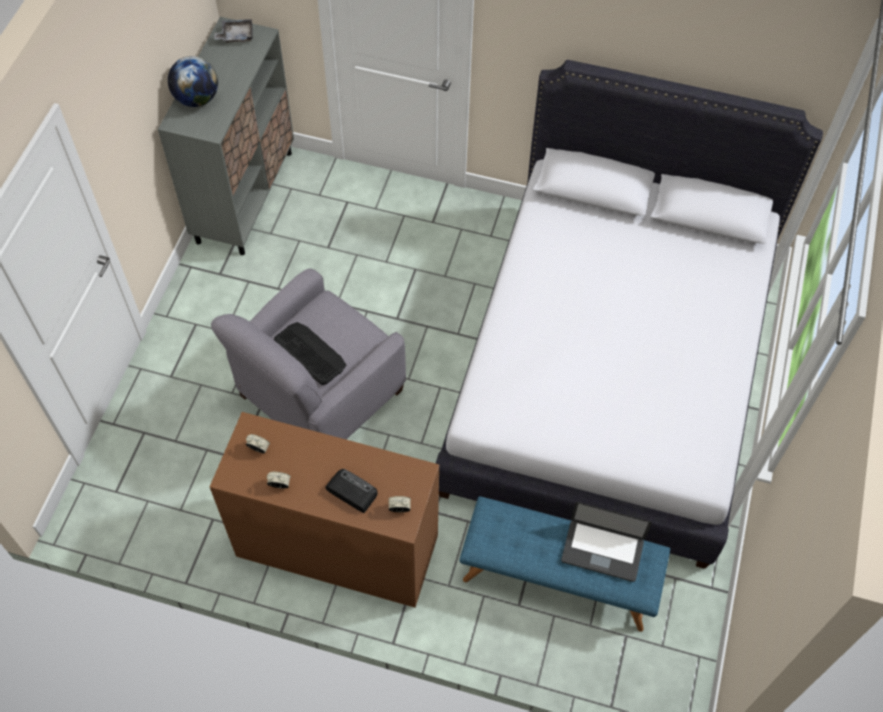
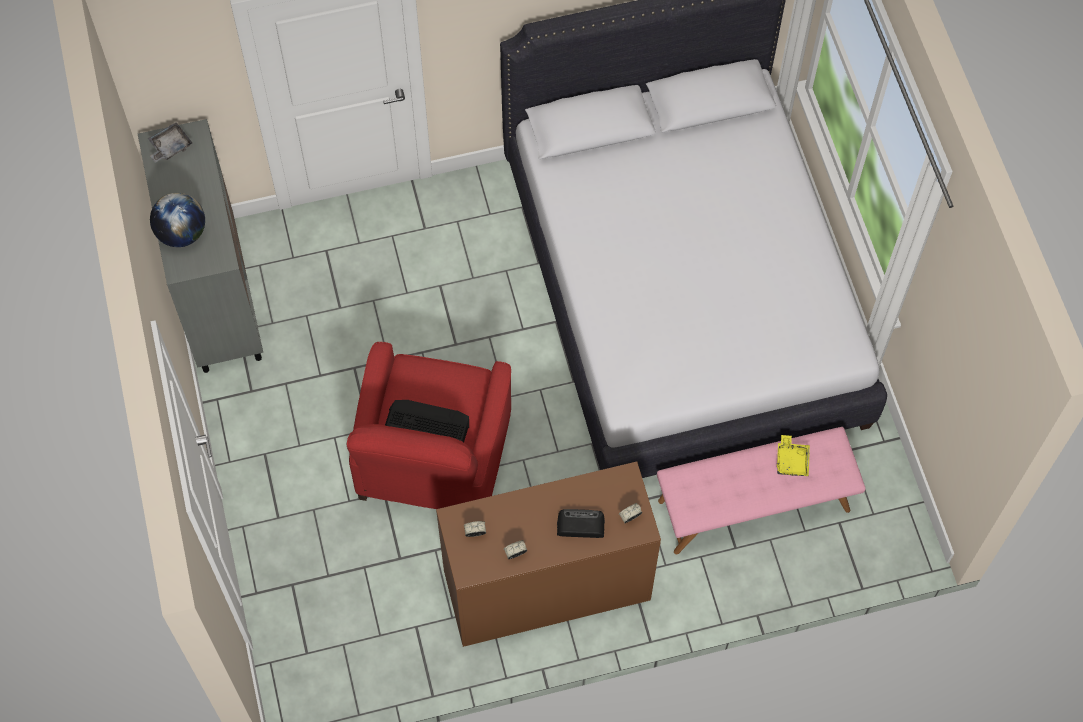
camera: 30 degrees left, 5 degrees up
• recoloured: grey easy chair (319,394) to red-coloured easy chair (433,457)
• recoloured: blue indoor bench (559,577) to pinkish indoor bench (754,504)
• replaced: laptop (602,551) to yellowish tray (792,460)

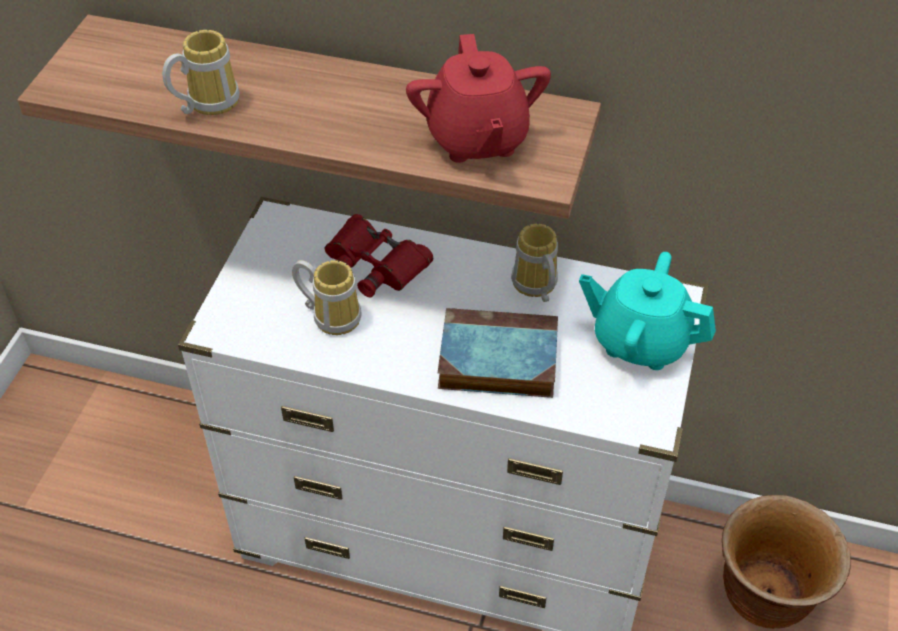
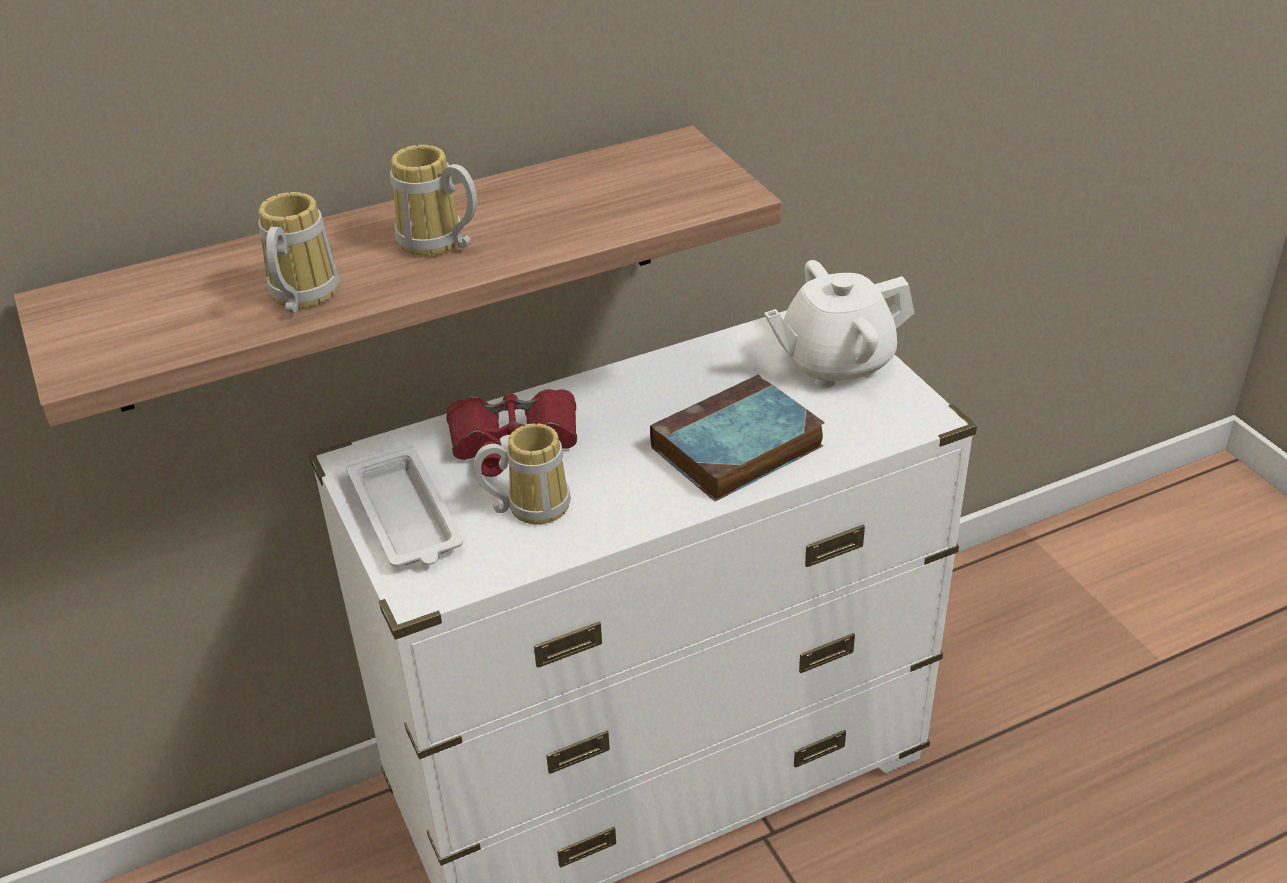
camera: 40 degrees left, 10 degrees down
• removed: red-coloured teapot (477,139)
• moved: coffee mug (534,287) to (436,245)
• recoloured: turquoise teapot (640,341) to whitish teapot (835,363)
• removed: brown planter (765,596)
• added: whitish tray (406,517)

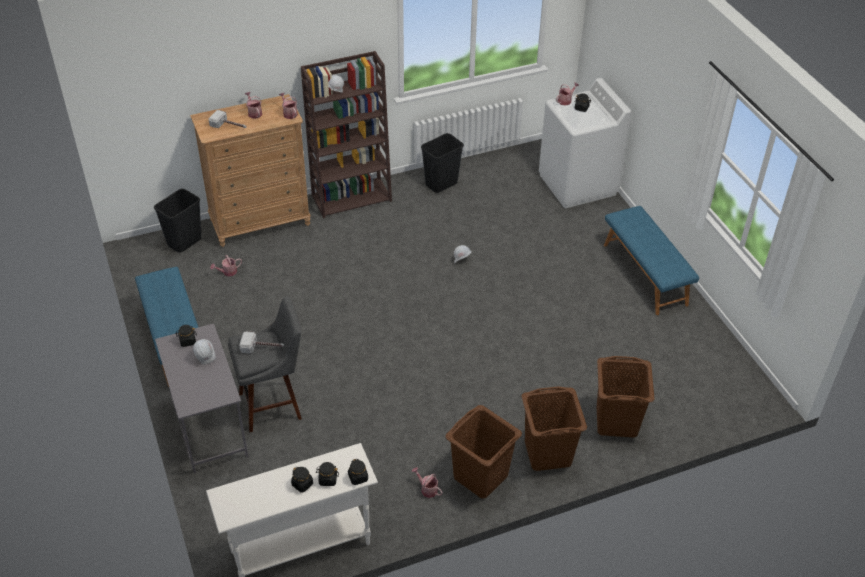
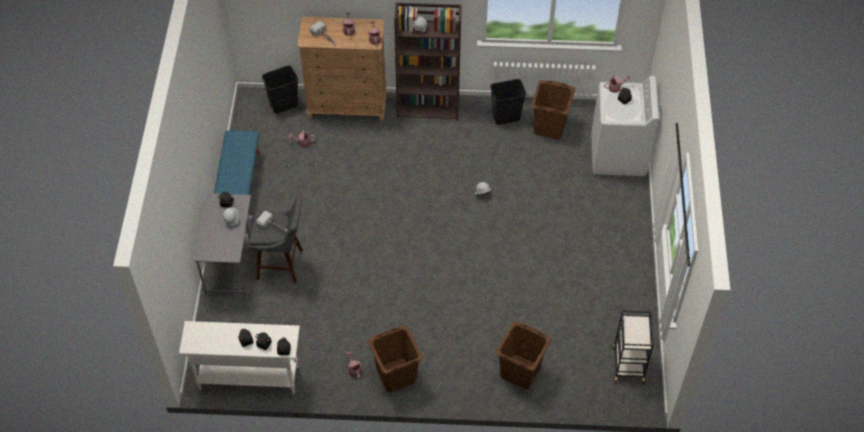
camera: 25 degrees right, 10 degrees up
• moved: brown hamper (548,453) to (550,127)
• removed: blue indoor bench (645,274)
• added: black-coloured cart (628,364)

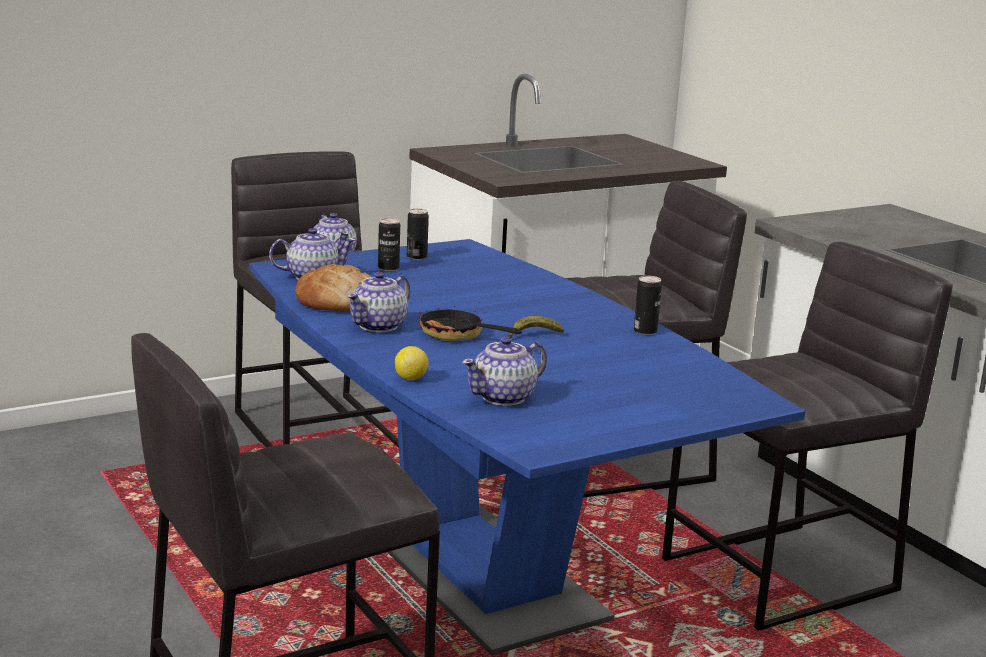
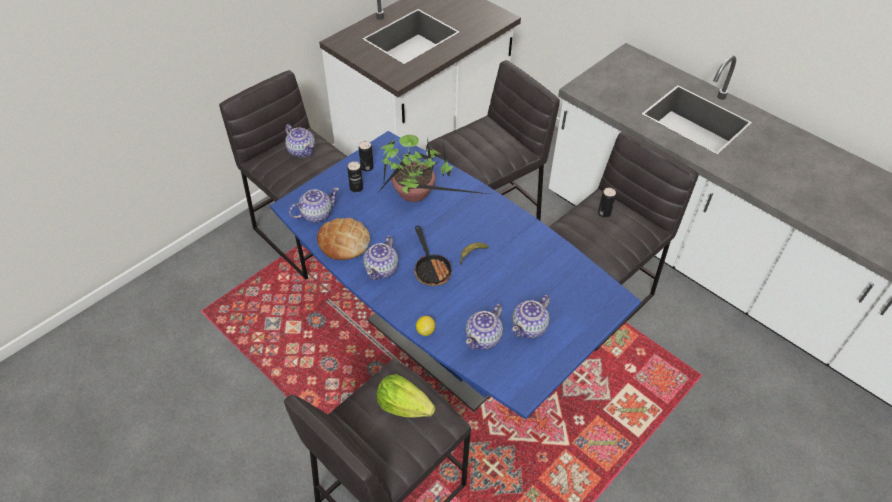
camera: 15 degrees left, 30 degrees up
• turned: pan (458,336) = (431,268) 135 degrees counterclockwise
• moved: can (645,331) to (604,213)
• added: lettuce head (403,406)
• added: plant in a pot (416,195)
• added: teapot (529,327)

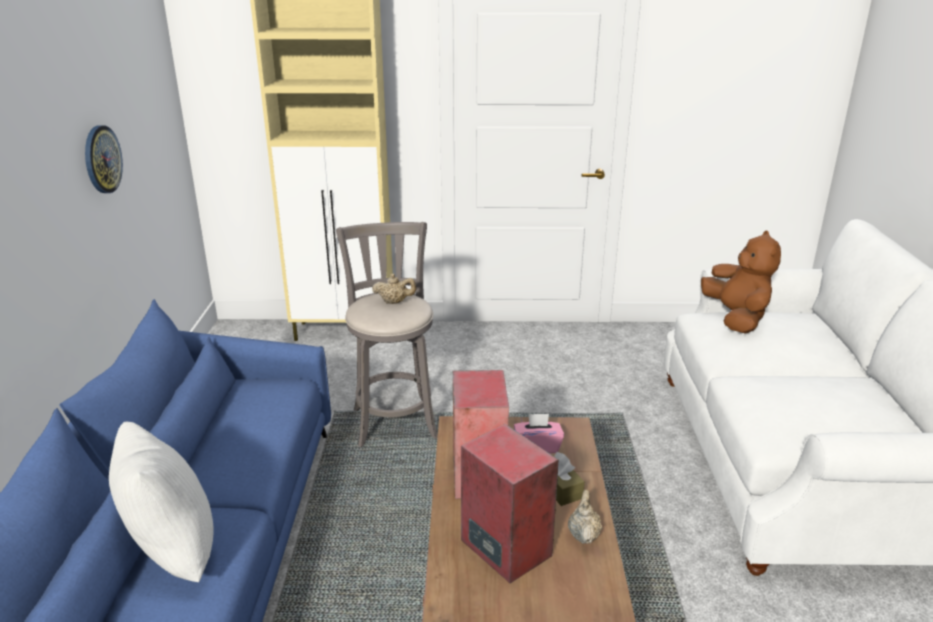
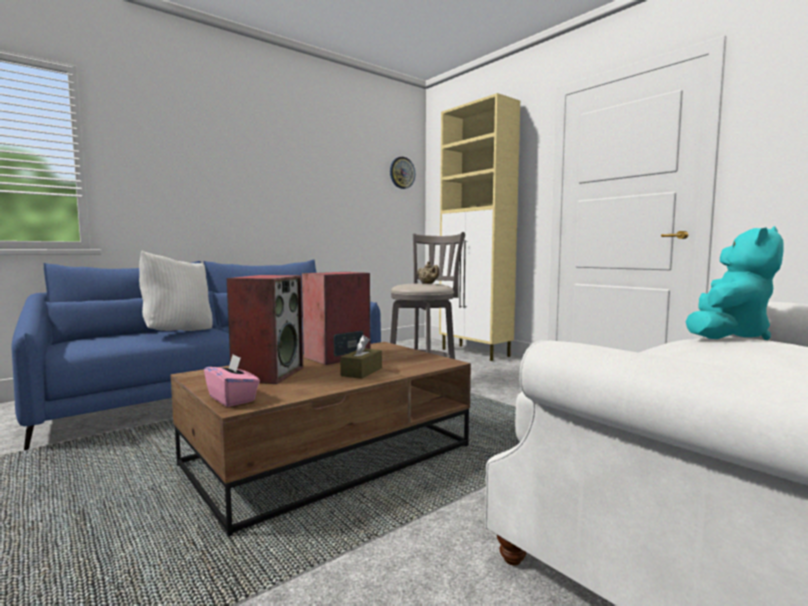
camera: 50 degrees right, 20 degrees down
• moved: clock on the wall (102,159) to (402,173)
• moved: pinkish tissue box (537,446) to (232,399)
• removed: beige teapot (583,535)
• recoloured: brown cuddly toy (736,318) to turquoise cuddly toy (727,336)

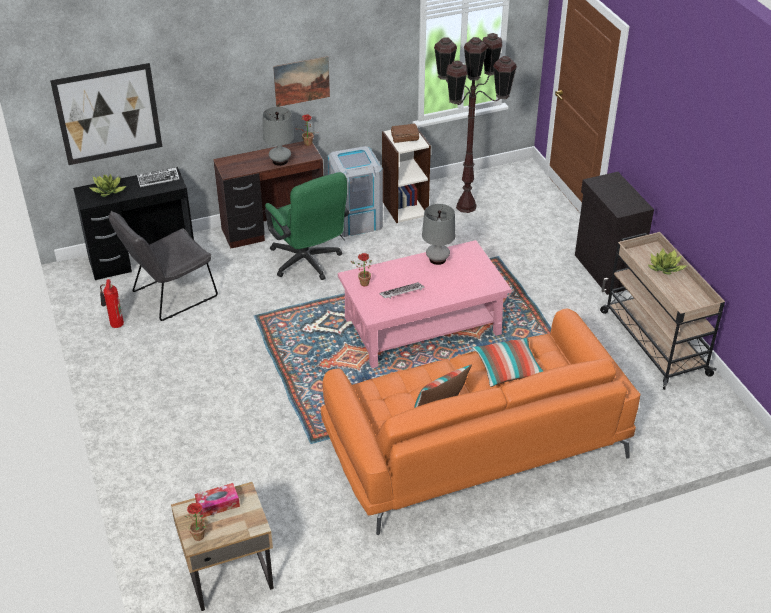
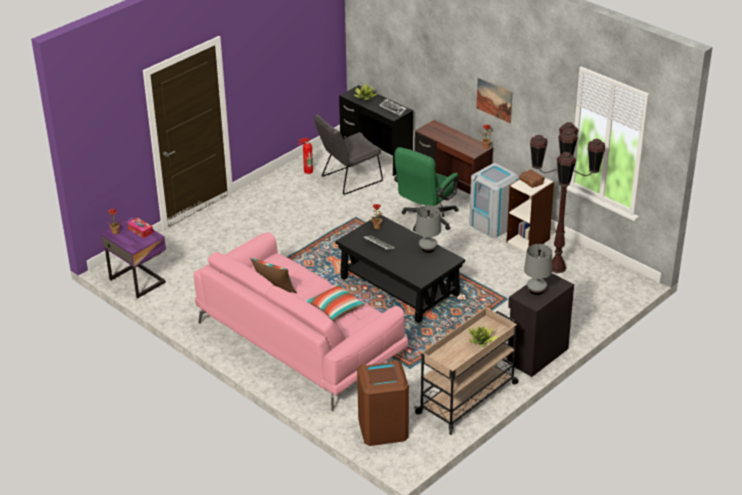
camera: 65 degrees right, 5 degrees down
• removed: wall picture (108,114)
• turned: grey chair (169,296) = (348,180) 60 degrees counterclockwise
• recoloured: beige bedside table (228,575) to purple-coloured bedside table (138,280)
• moved: grey lamp for a table (280,161) to (536,290)
• recoloured: orange couch (474,444) to pinkish couch (299,340)
• recoloured: pinkish low table (422,327) to black-coloured low table (399,286)
• added: brown trash can (383,428)

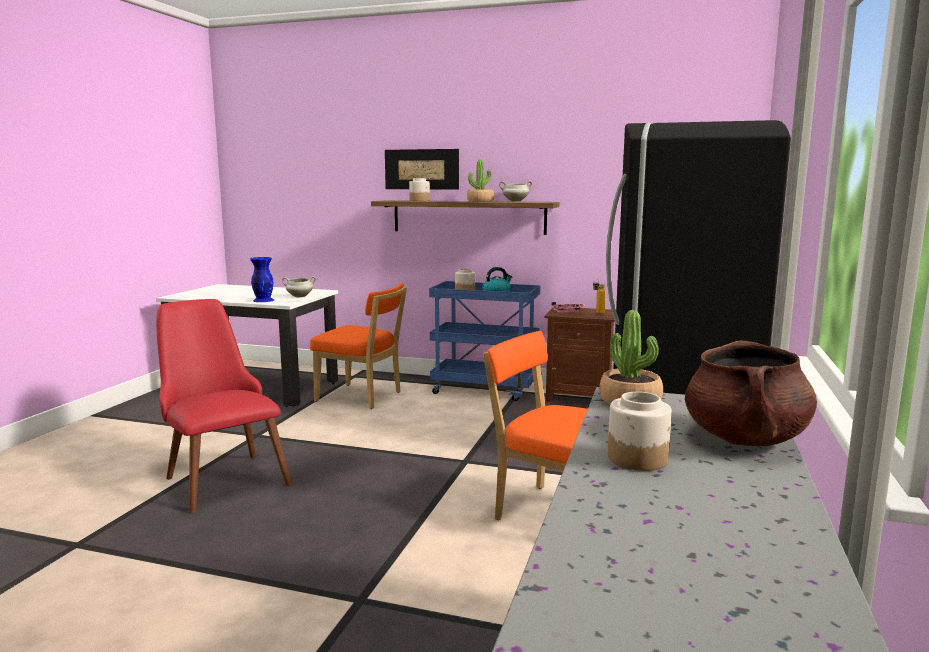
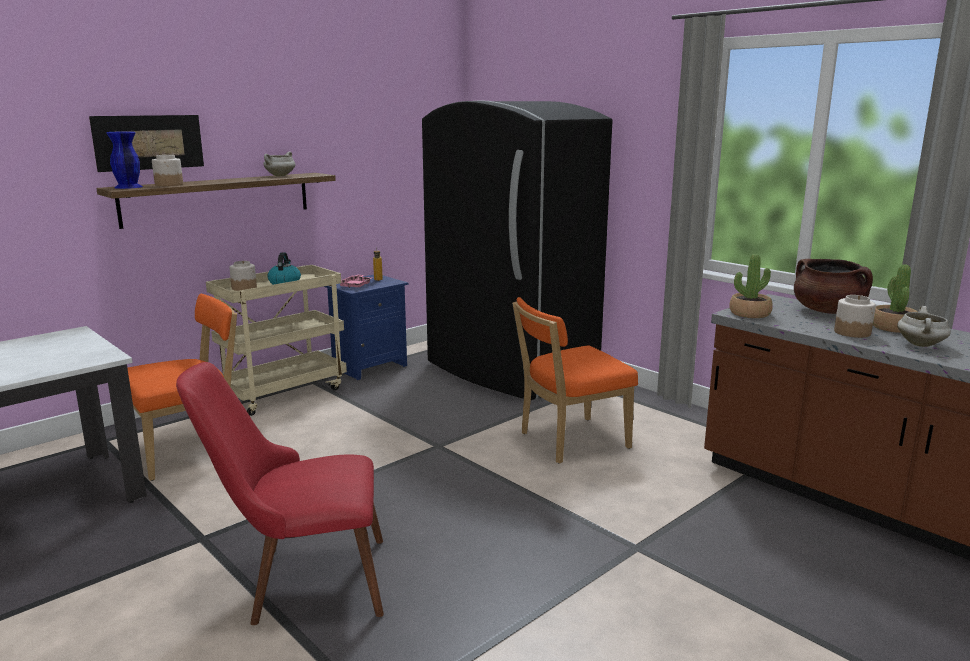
camera: 60 degrees left, 5 degrees up
• moved: blue vase (263,300) to (128,187)
• moved: whitish cooking pot (299,297) to (921,345)
• recoloured: blue cart (485,390) to beige cart (284,392)
• moved: plant in a pot (480,201) to (893,327)
• recoloured: brown bedside table (579,397) to blue bedside table (368,366)

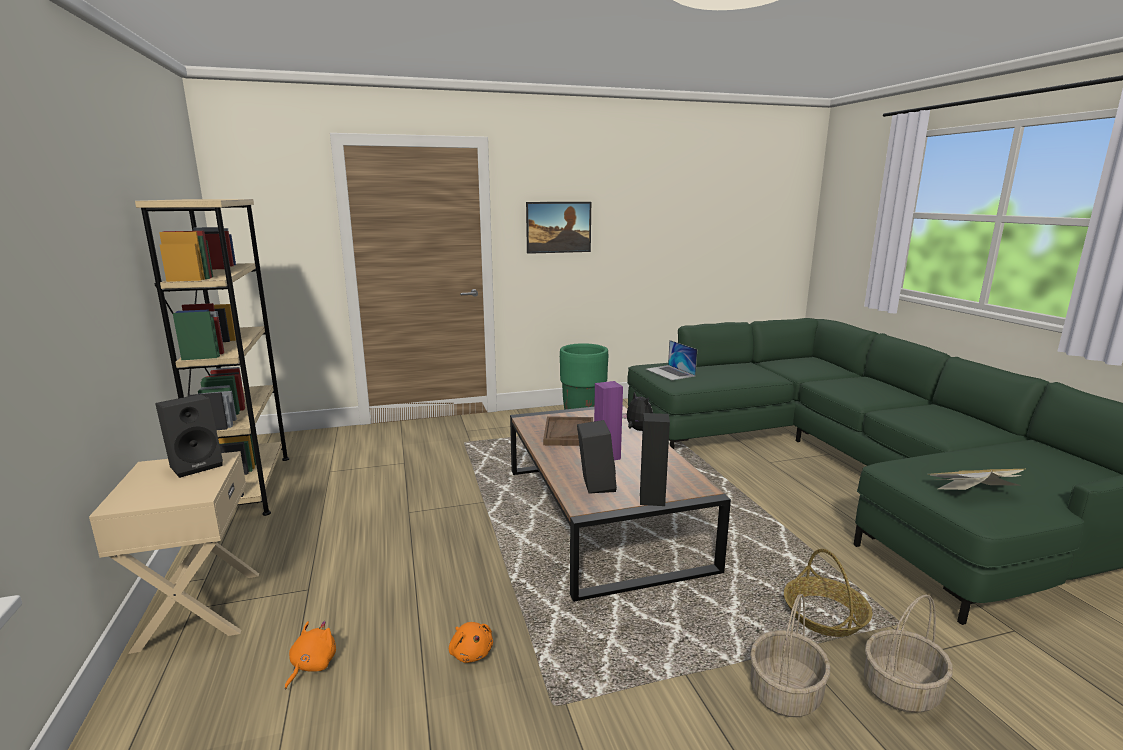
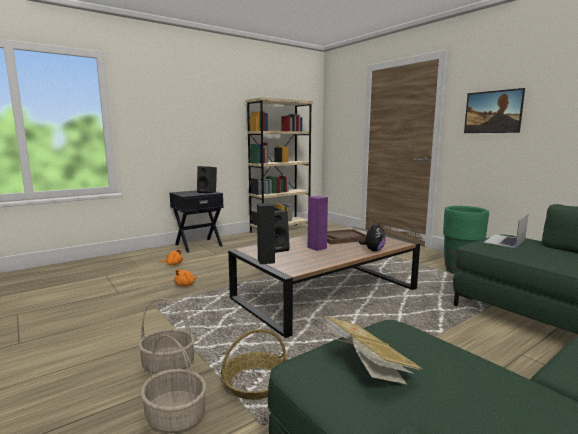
camera: 70 degrees right, 5 degrees down
• recoloured: beige bedside table (197,610) to black-coloured bedside table (198,245)

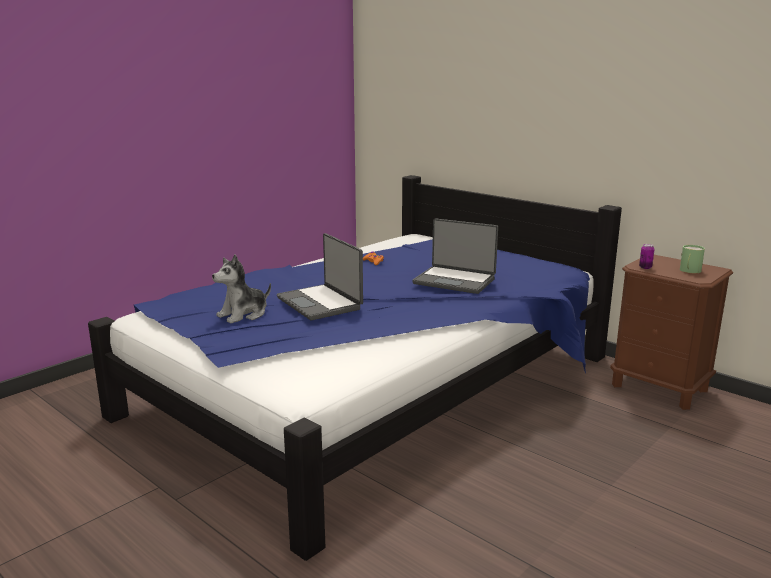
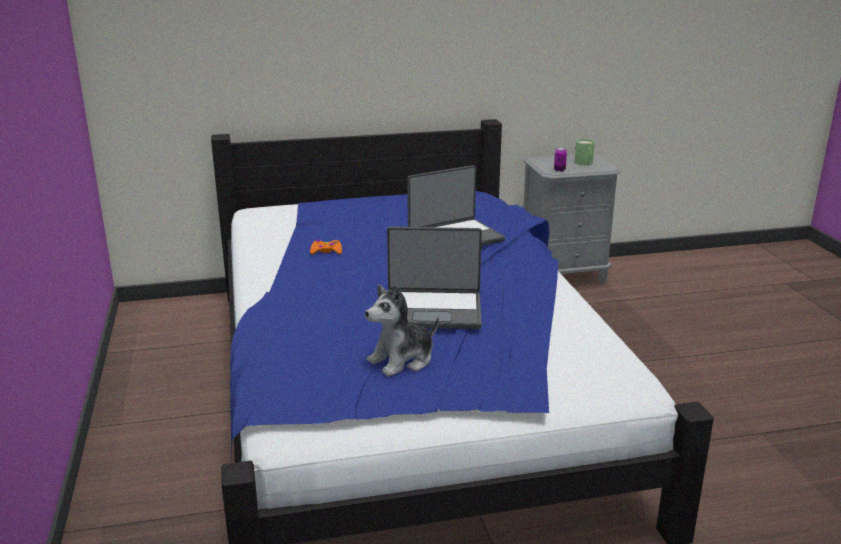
camera: 55 degrees left, 5 degrees up
• turned: cuddly toy (243,314) = (402,360) 60 degrees clockwise
• recoloured: brown bedside table (660,388) to grey bedside table (564,275)

